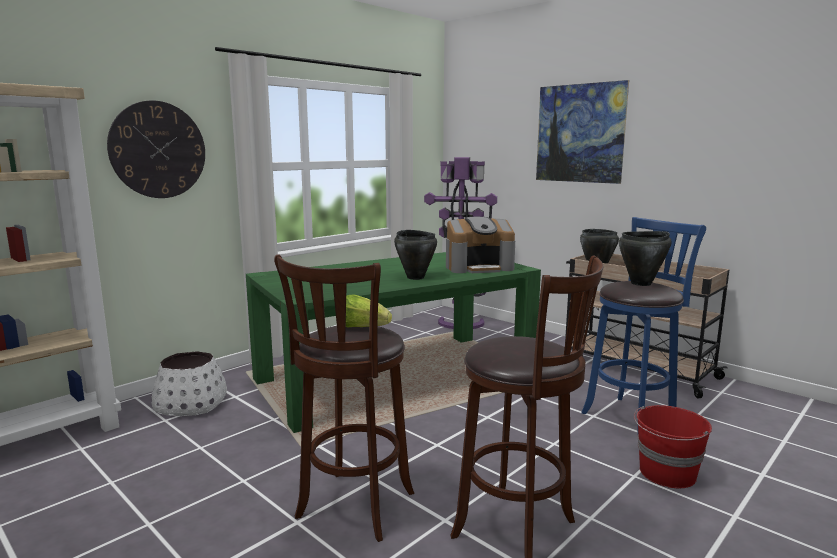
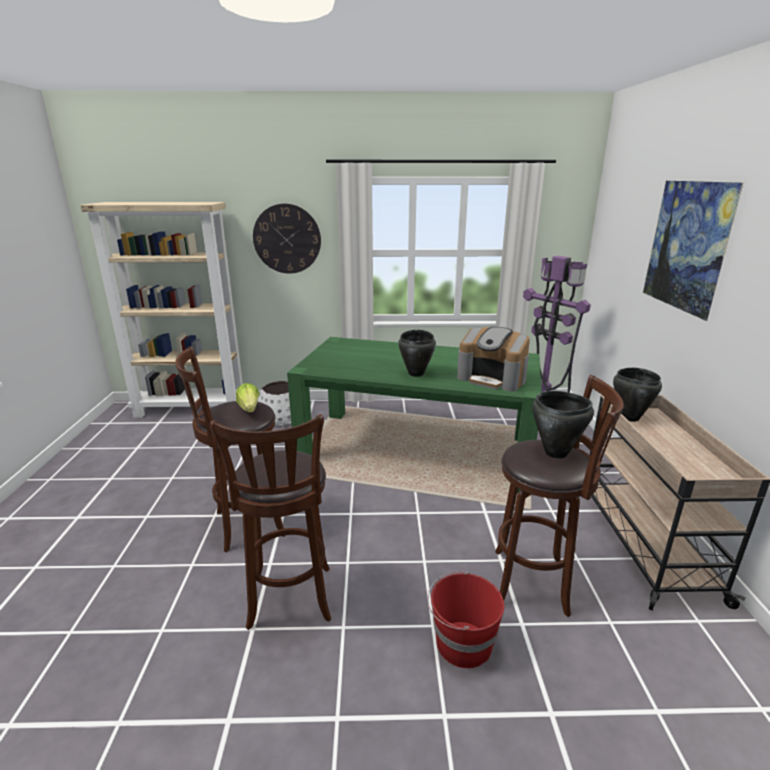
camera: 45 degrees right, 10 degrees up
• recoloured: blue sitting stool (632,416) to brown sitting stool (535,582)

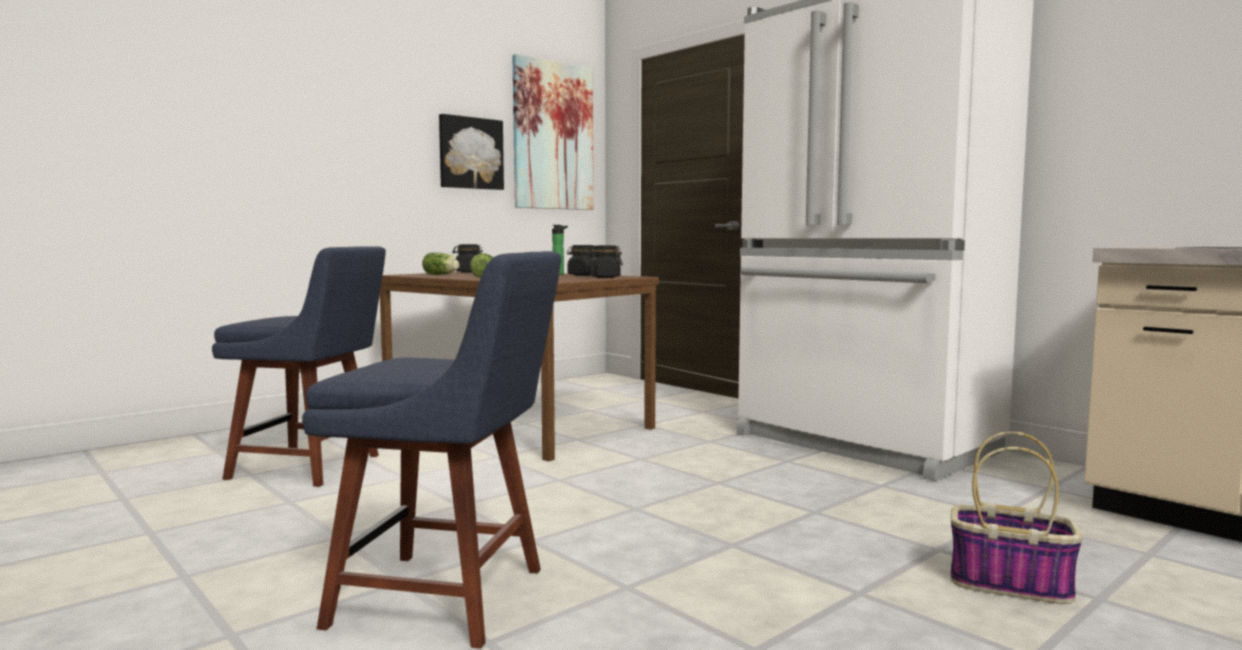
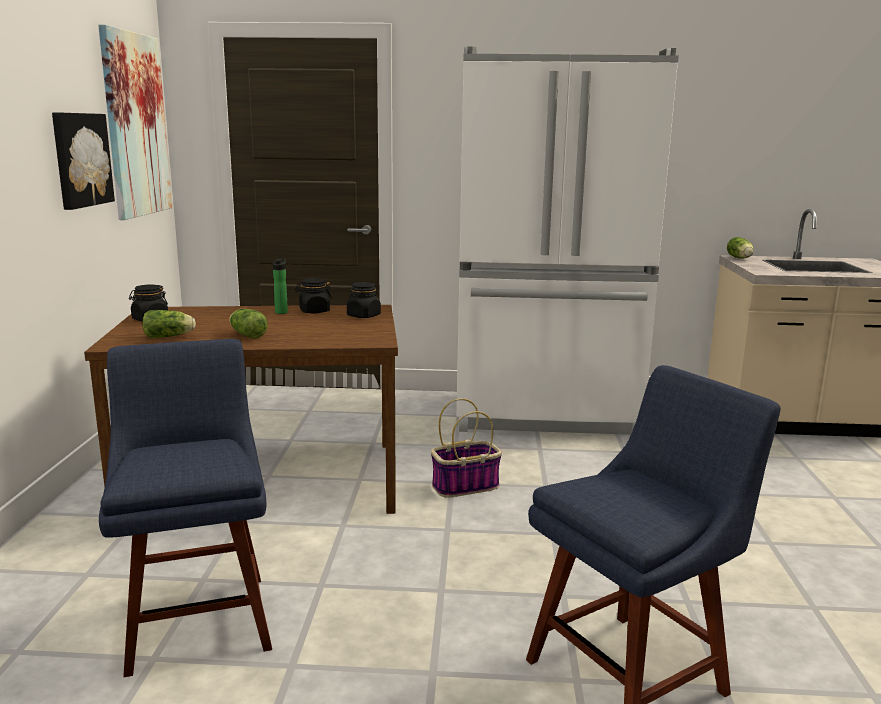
camera: 45 degrees left, 10 degrees up
• turned: blue chair (311,467) = (198,617) 75 degrees counterclockwise
• moved: basket (1011,584) to (466,486)
• added: lettuce head (740,258)

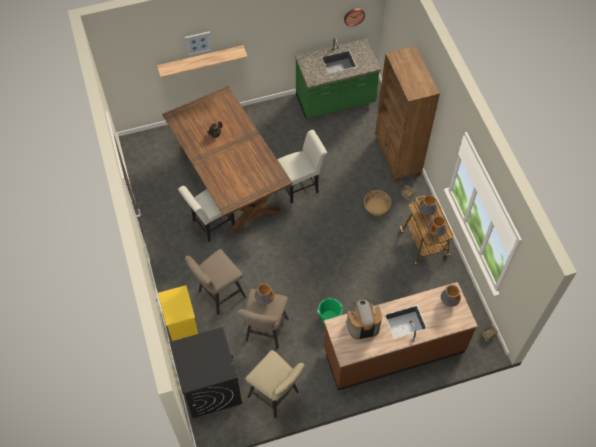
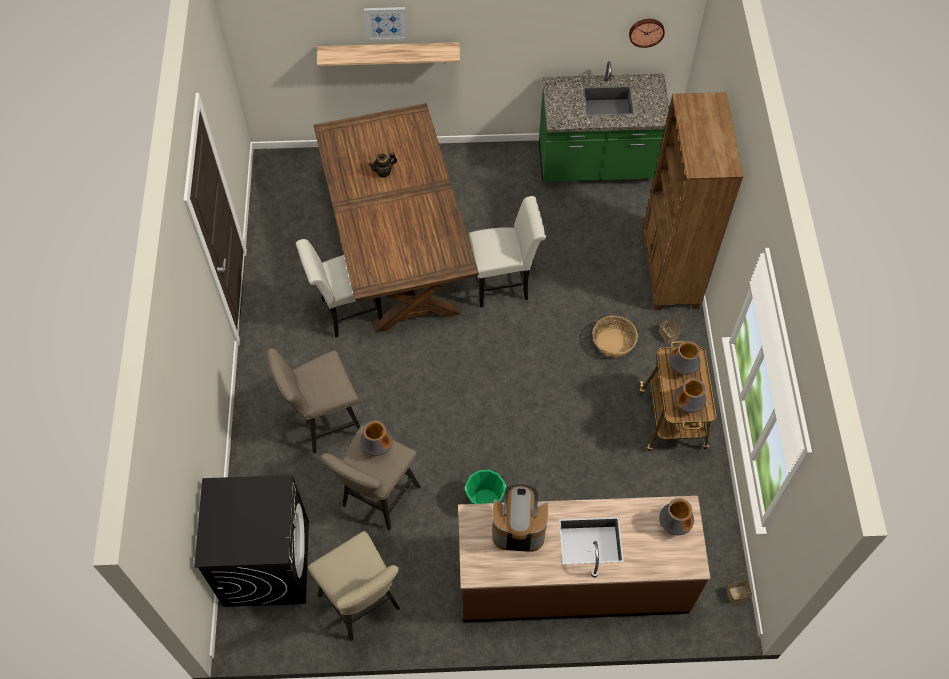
camera: 15 degrees right, 0 degrees up
• removed: yellowish bedside table (181,324)

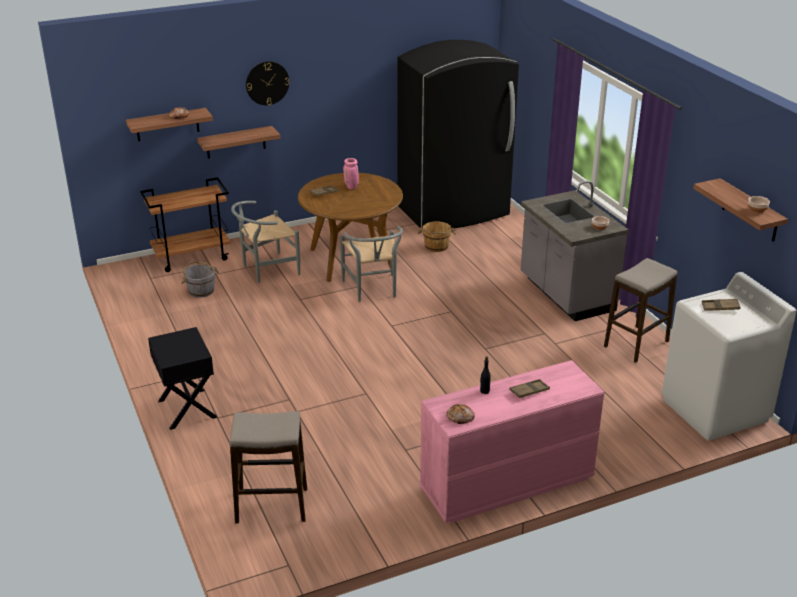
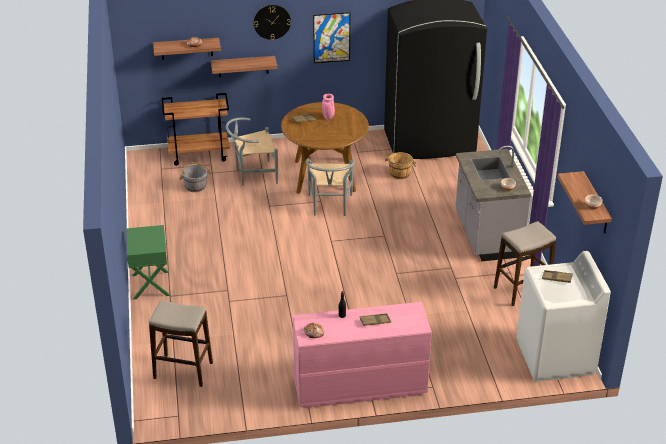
camera: 15 degrees right, 5 degrees up
• recoloured: black-coloured bedside table (186,409) to green-coloured bedside table (150,285)
• added: wall picture (331,37)

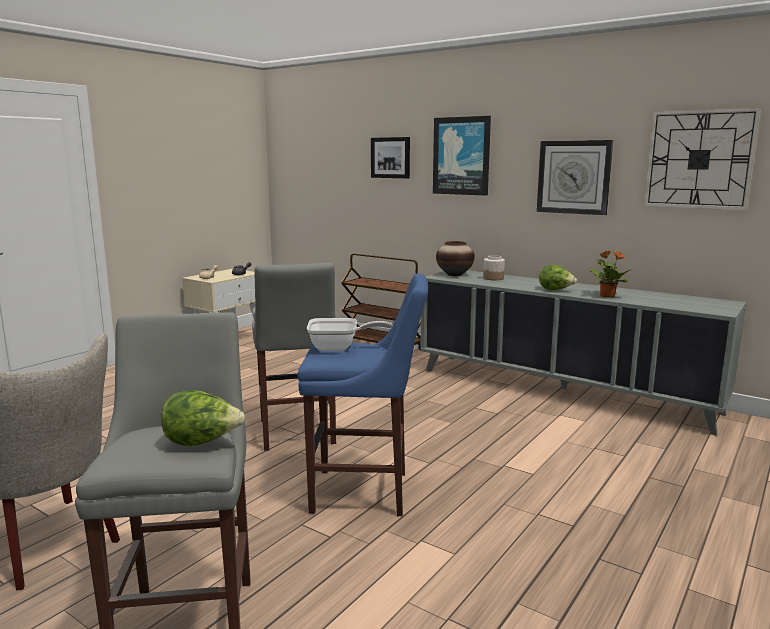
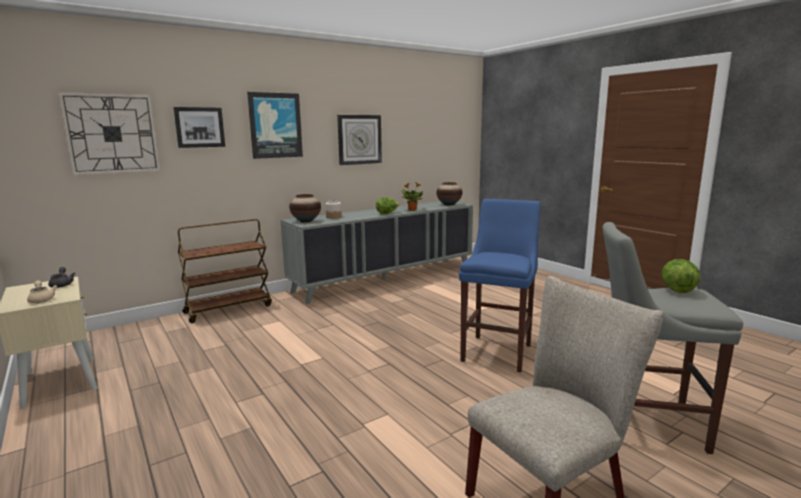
camera: 70 degrees left, 0 degrees up
• removed: grey sitting stool (297,434)
• removed: pan (339,348)
• moved: clock on the wall (699,159) to (112,134)
• added: vase (449,204)

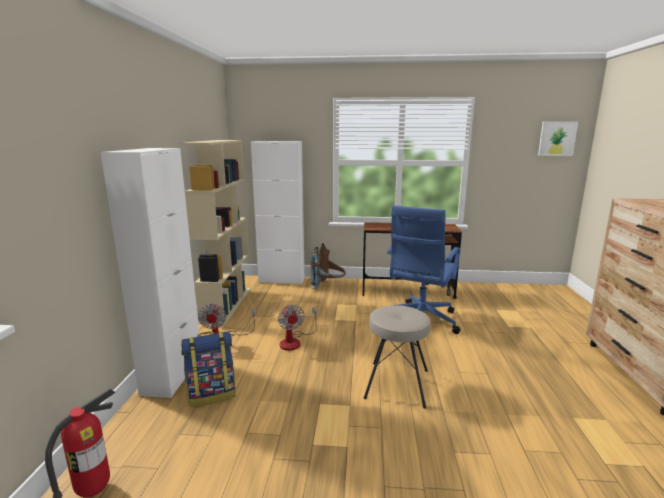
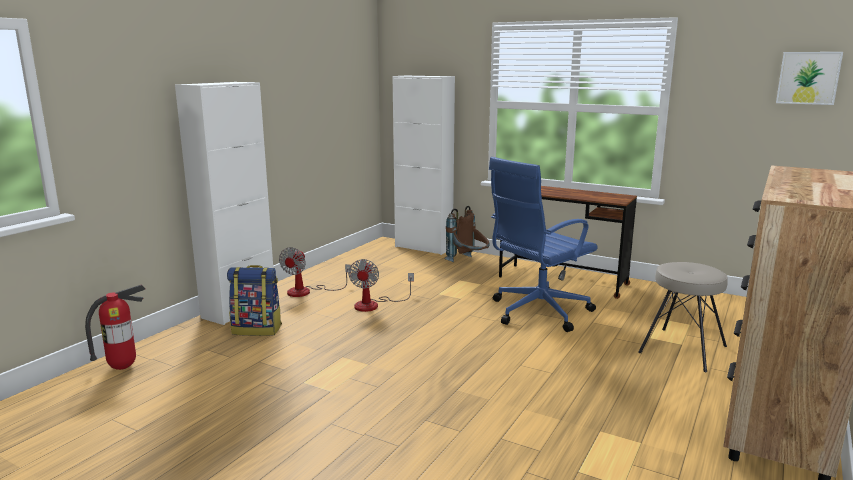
camera: 25 degrees right, 0 degrees up
• removed: beige shelving unit (226,304)
• moved: beige sitting stool (396,383) to (681,349)

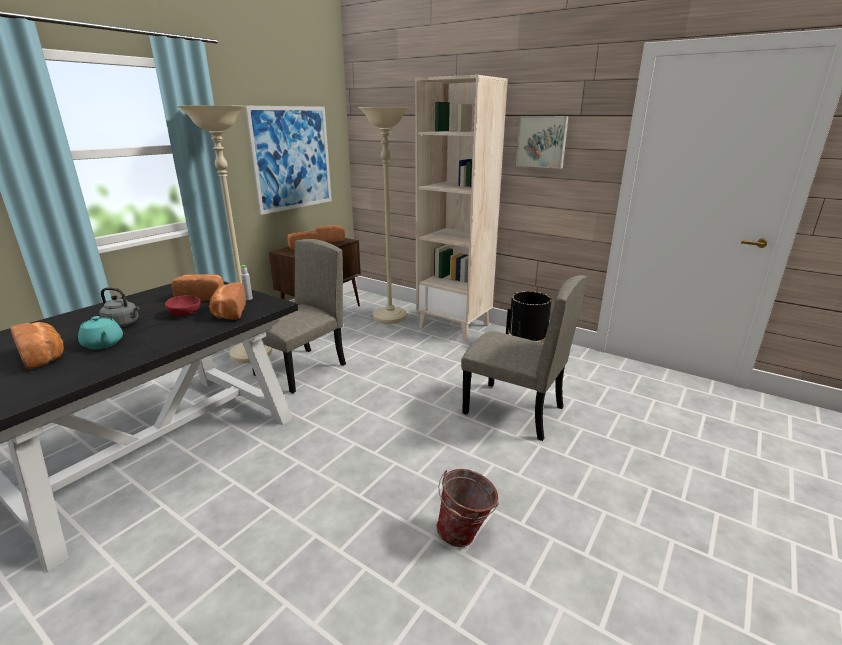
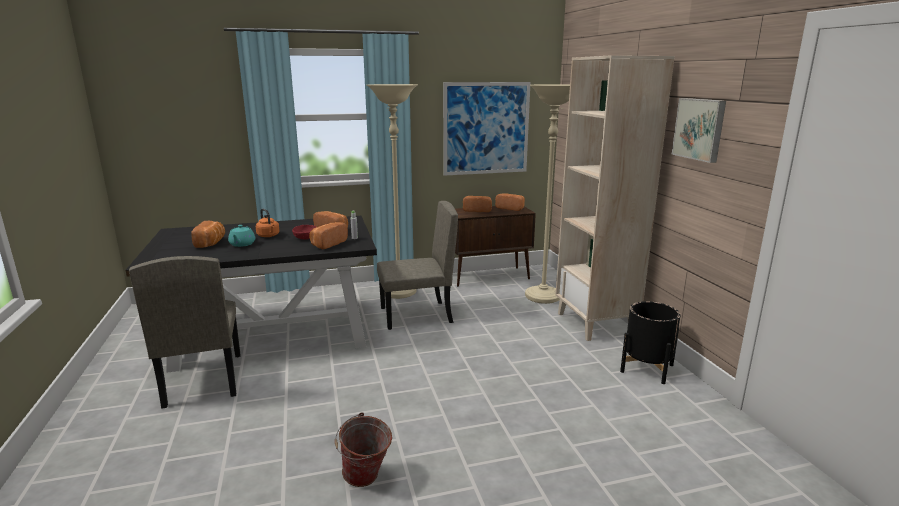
camera: 40 degrees right, 5 degrees down
• recoloured: grey tea kettle (123,324) to orange tea kettle (269,236)
• moved: beige chair (513,410) to (203,380)

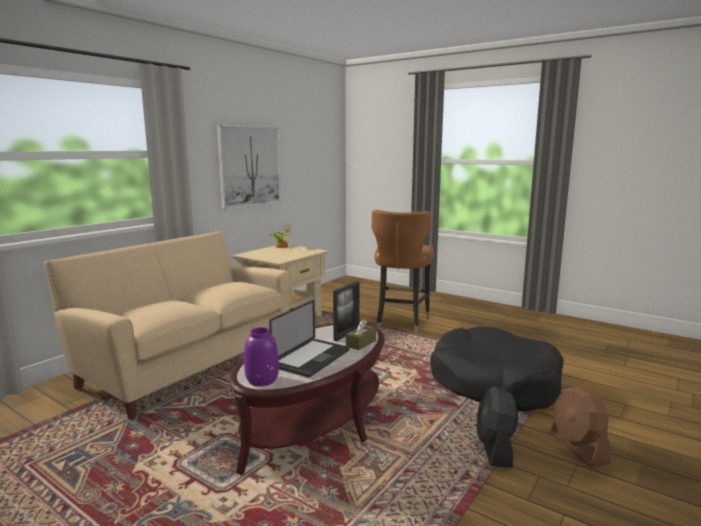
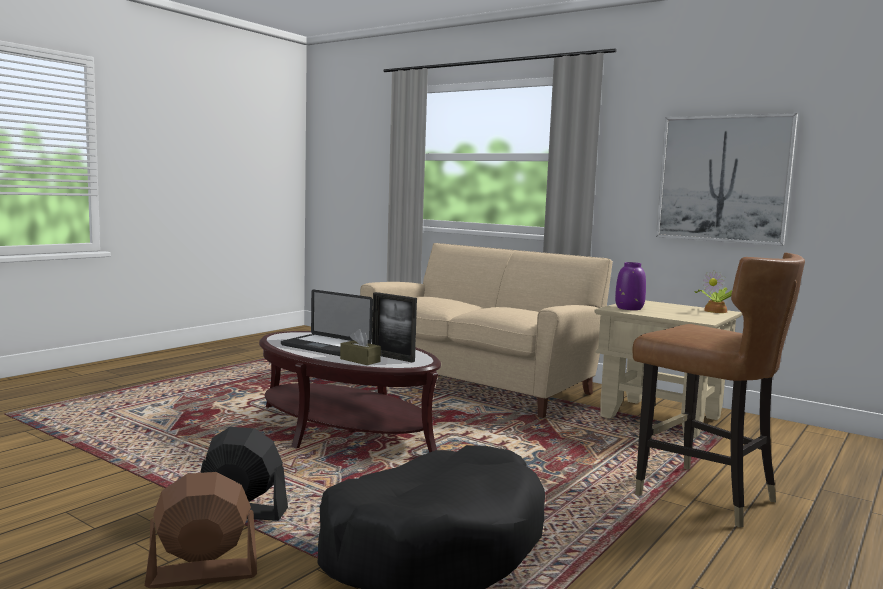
camera: 90 degrees right, 5 degrees down
• moved: purple-coloured vase (262,380) to (629,308)
• turned: brown chair (400,323) = (703,496) 150 degrees counterclockwise

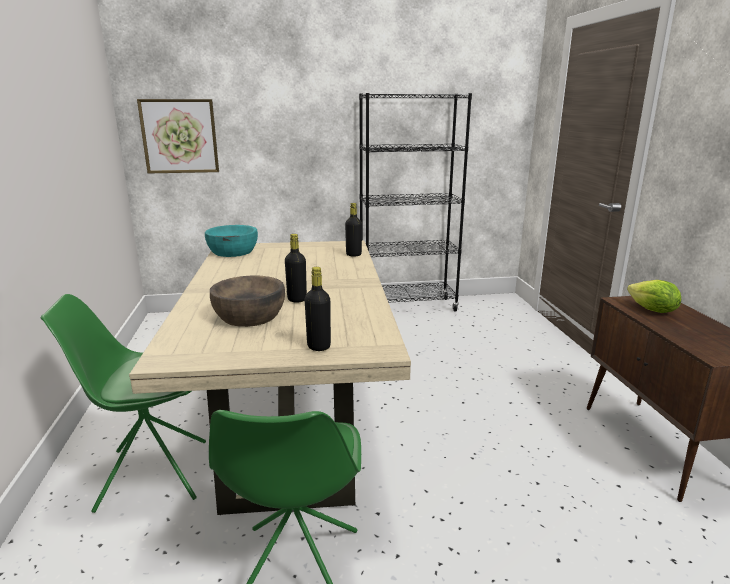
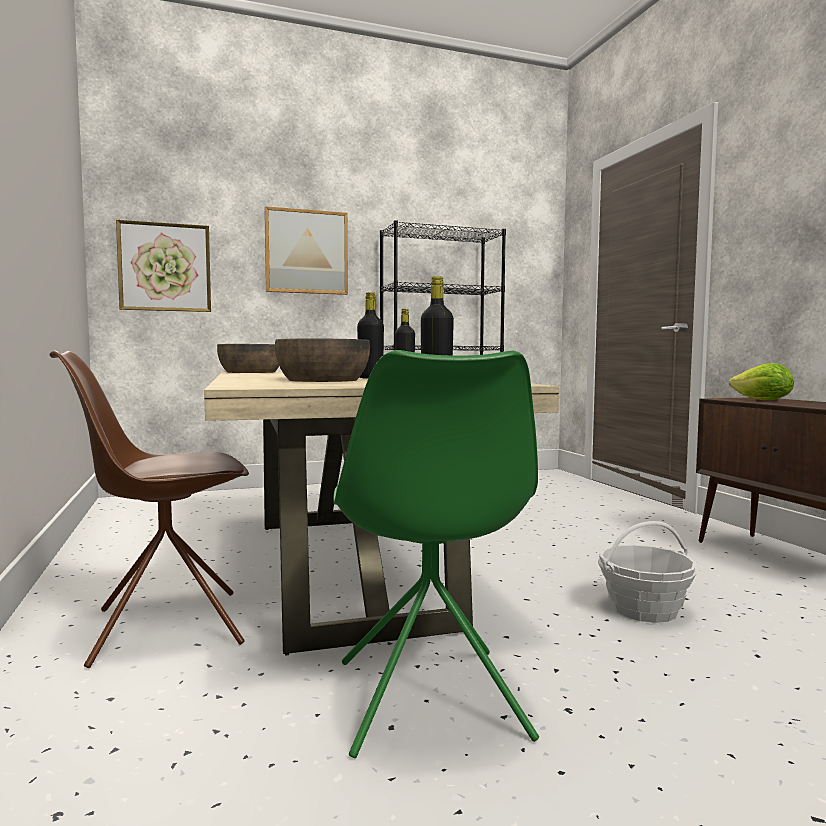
camera: 10 degrees left, 15 degrees down
• recoloured: green-coloured chair (151,474) to brown chair (164,627)
• recoloured: turquoise serving bowl (233,251) to brown serving bowl (251,372)
• added: wall picture (306,252)
• added: basket (644,609)

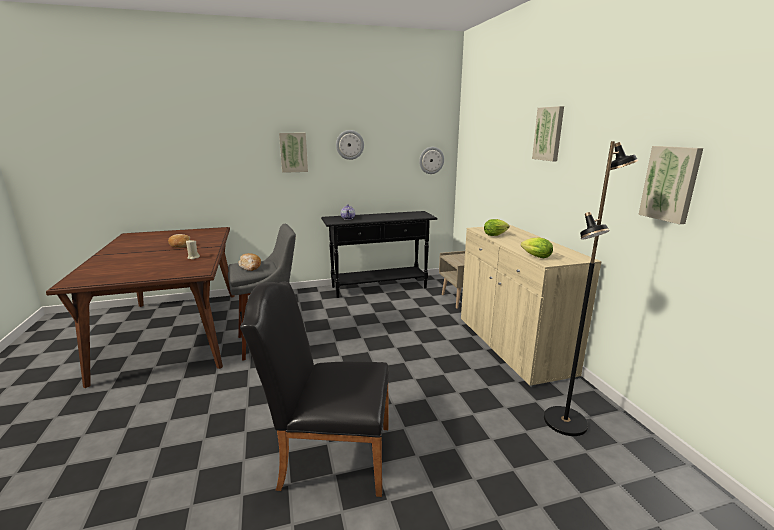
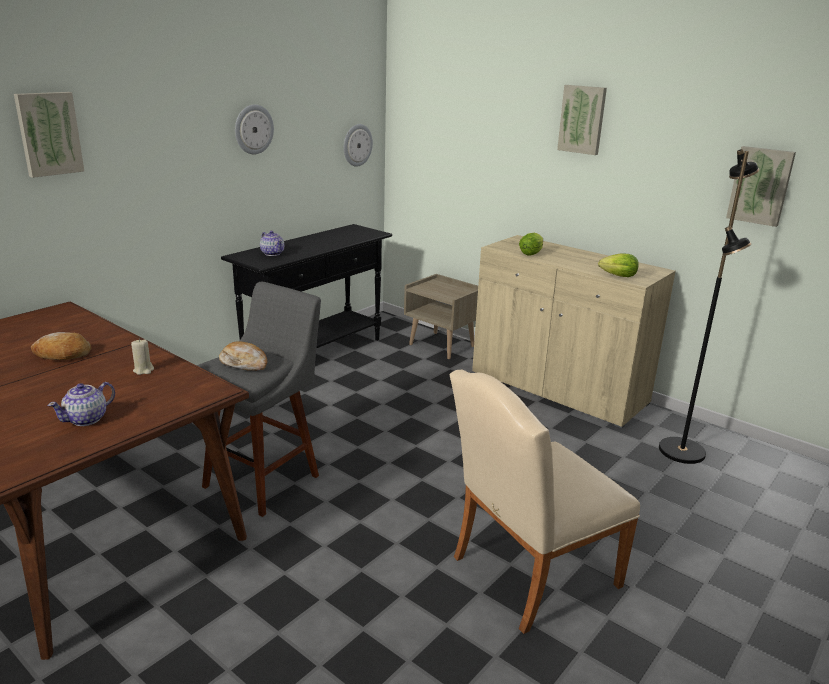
camera: 35 degrees left, 5 degrees up
• recoloured: black-coloured chair (328,454) to beige chair (526,574)
• moved: wall picture (293,152) to (48,134)
• added: teapot (87,419)

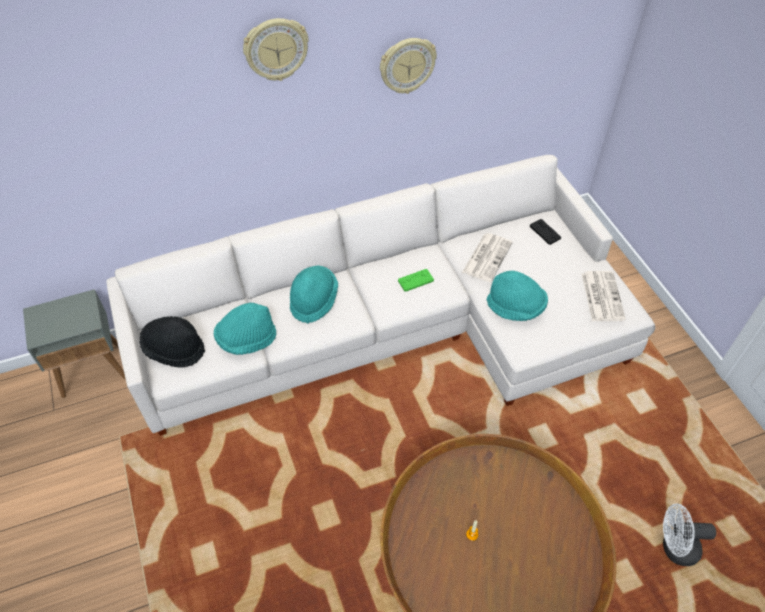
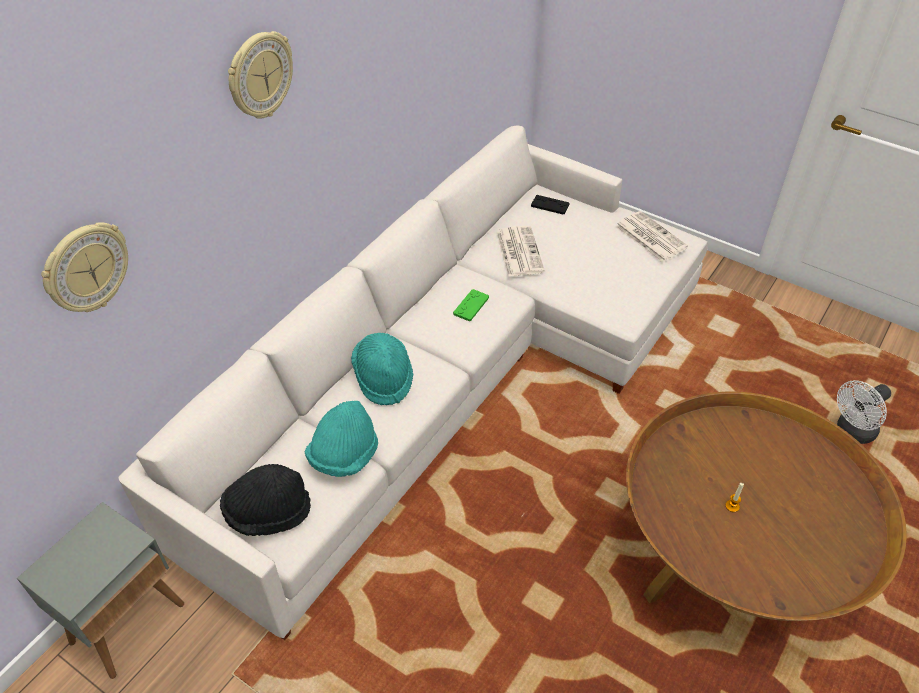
camera: 35 degrees left, 5 degrees down
• moved: clock on the wall (407,65) to (86,268)
• removed: turquoise hat (515,307)

